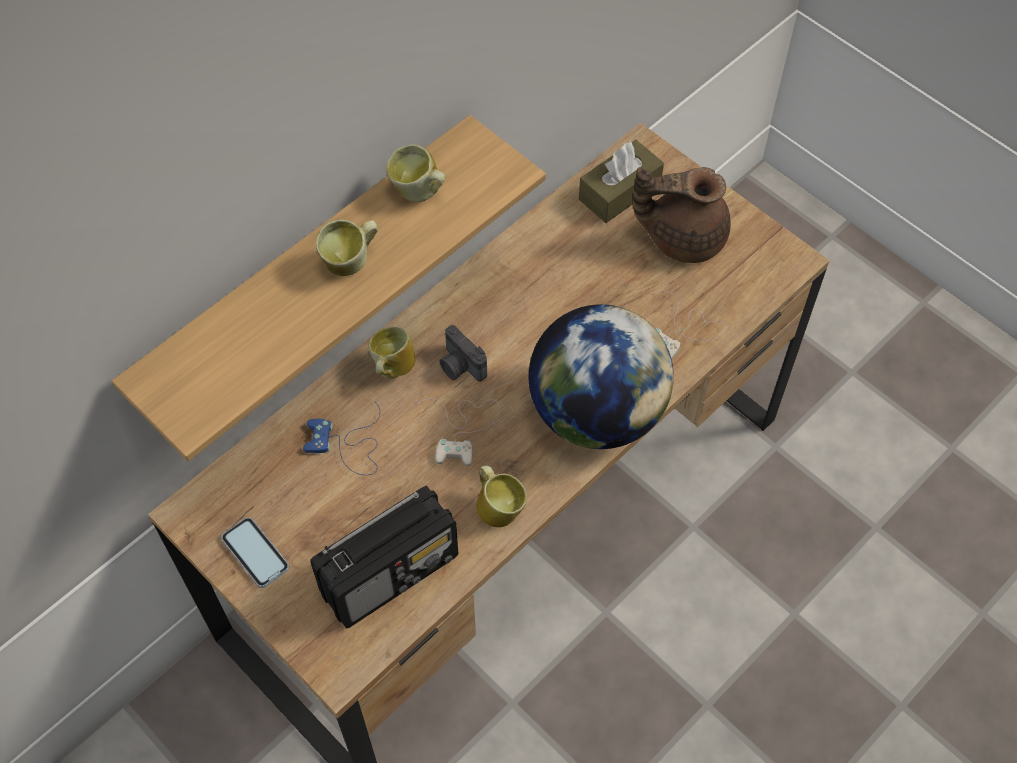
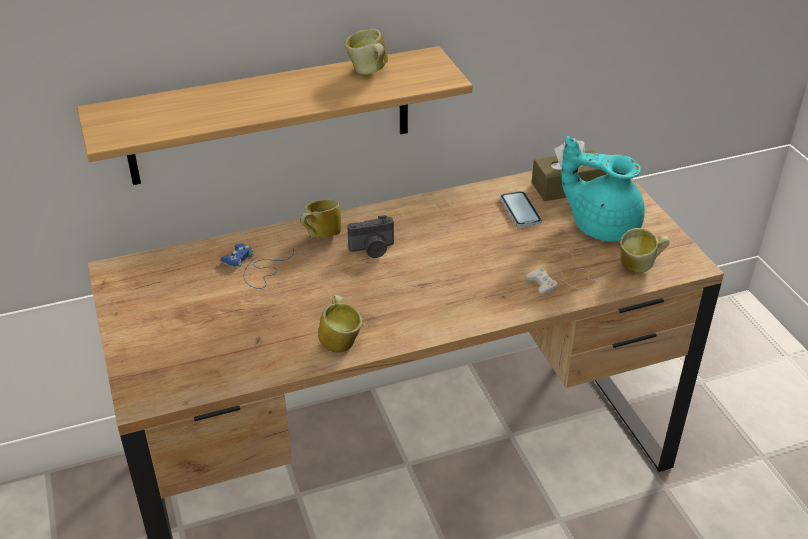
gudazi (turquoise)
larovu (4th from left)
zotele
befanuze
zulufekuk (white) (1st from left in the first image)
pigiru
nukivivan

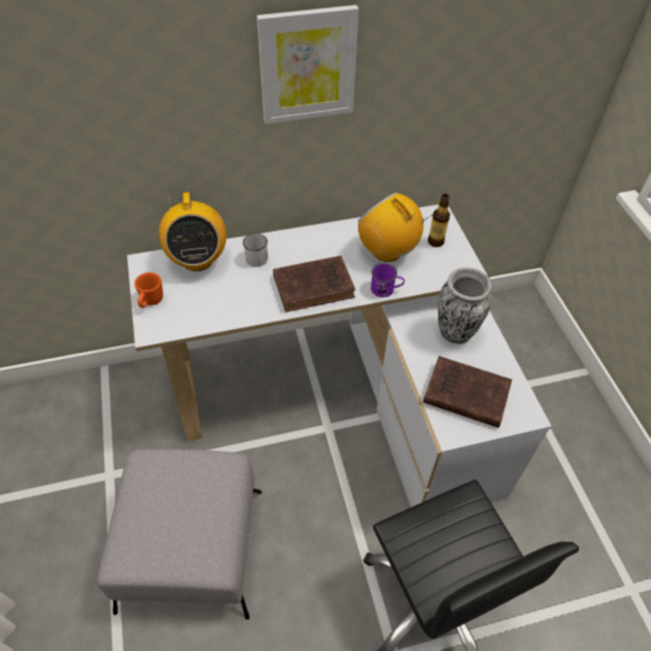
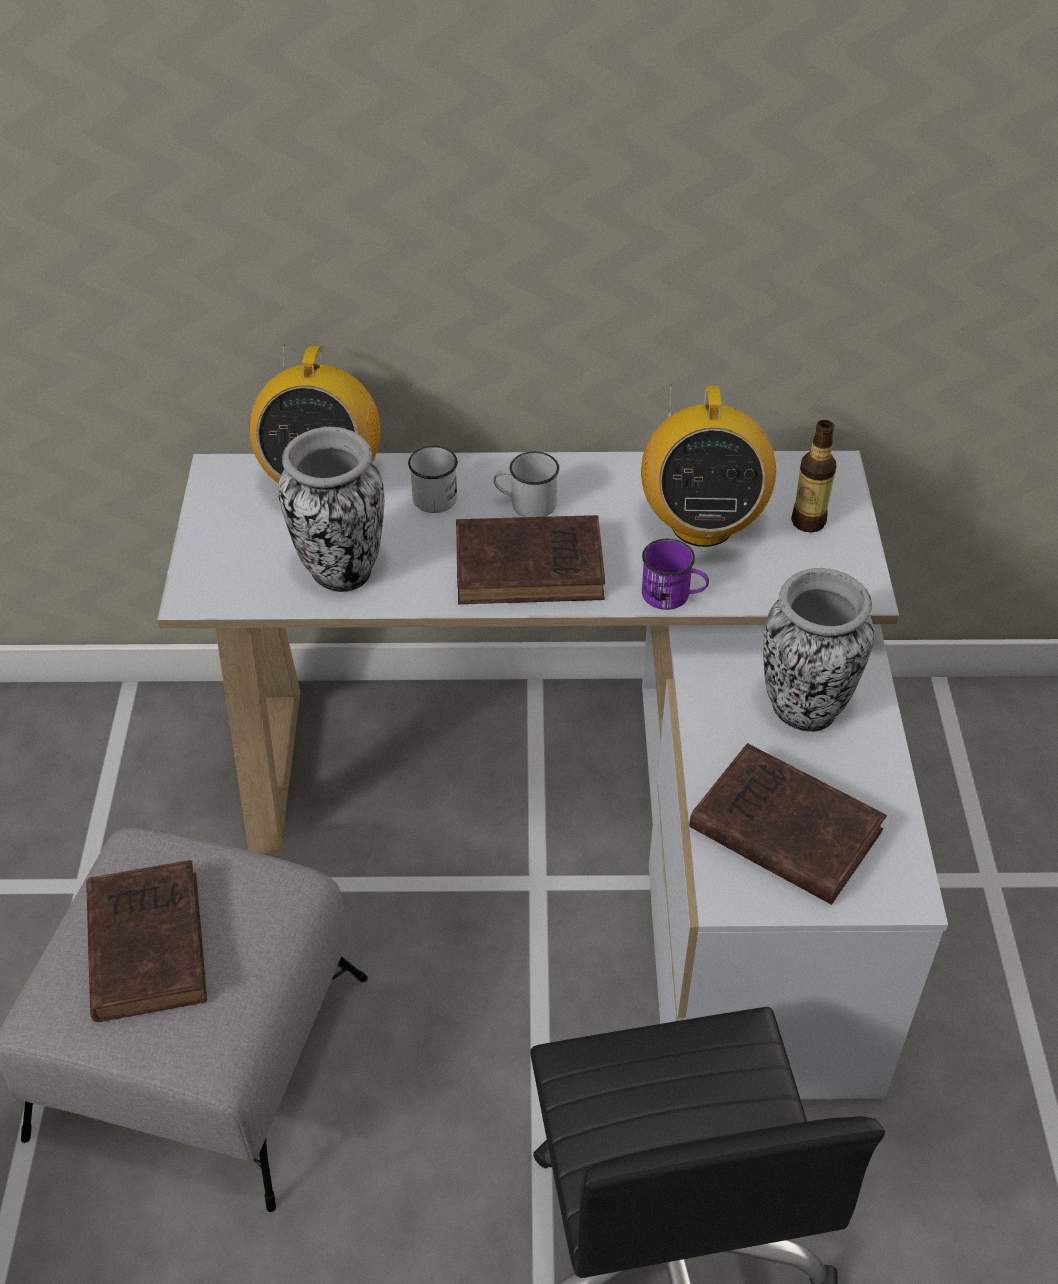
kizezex
pigiru (2nd from left)
larovu (orange)
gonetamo (1st from left)
larovu (white) (2nd from left)
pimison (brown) (1st from left)

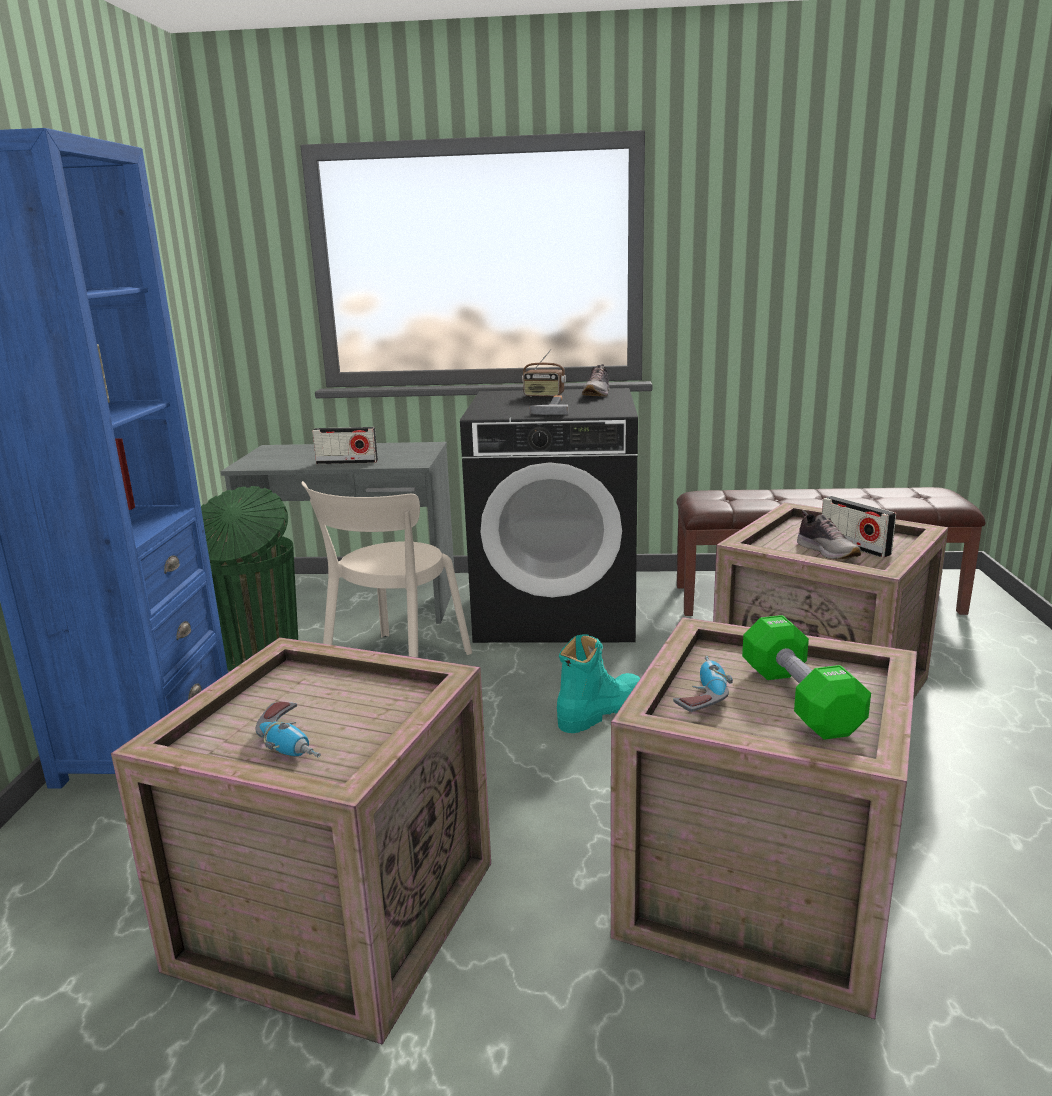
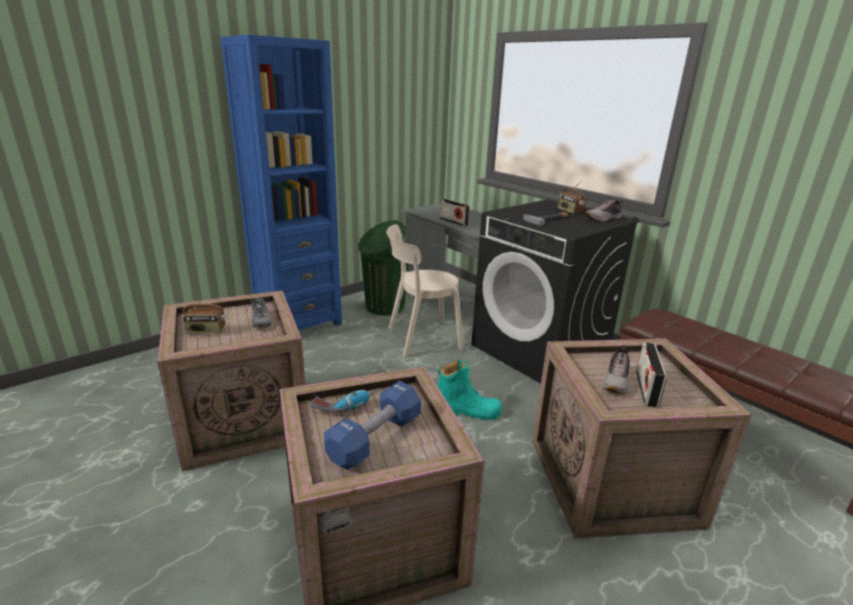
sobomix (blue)
pigiru (1st from left)
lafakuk (1st from left)

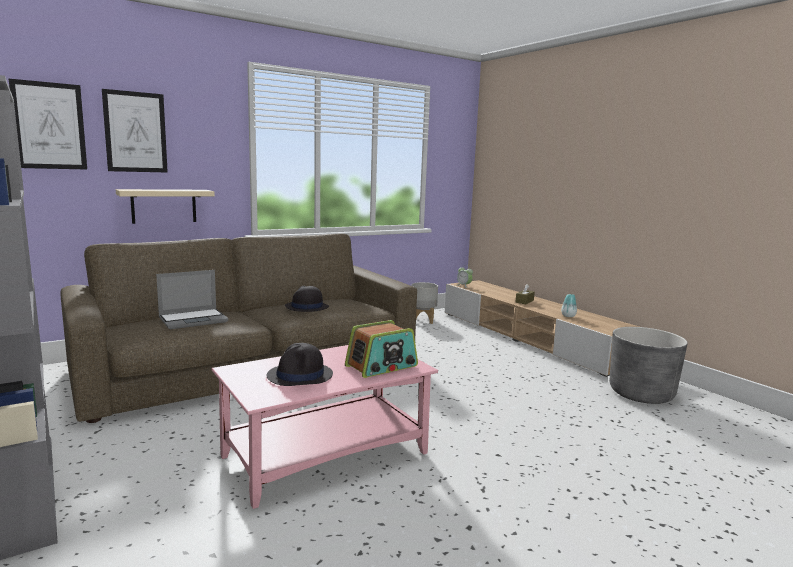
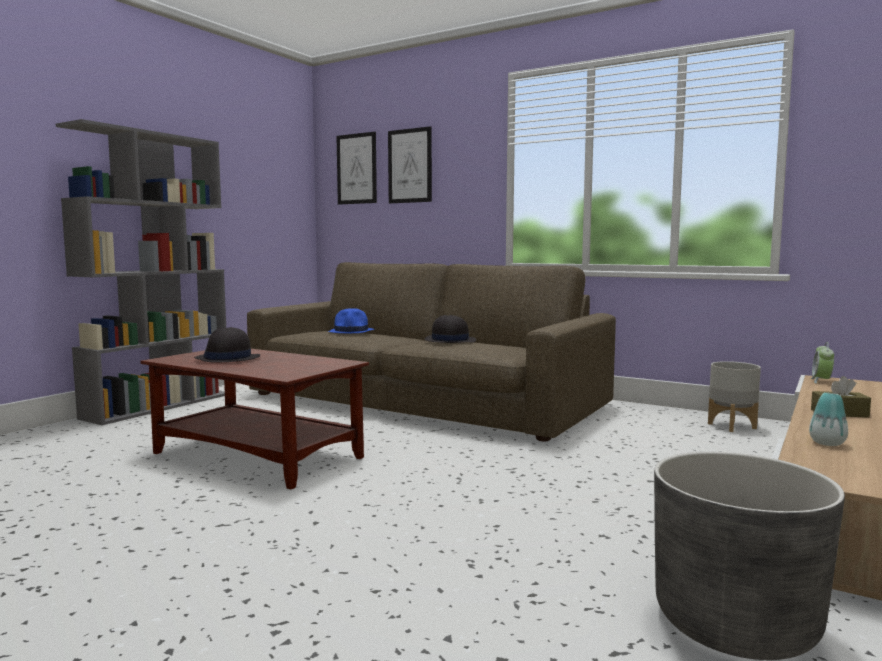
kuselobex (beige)
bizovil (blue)
pigiru
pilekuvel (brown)

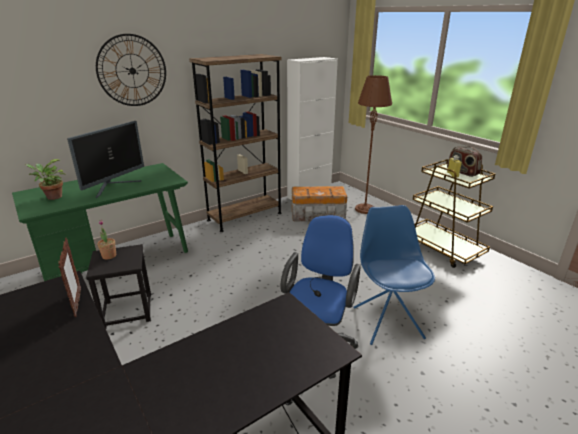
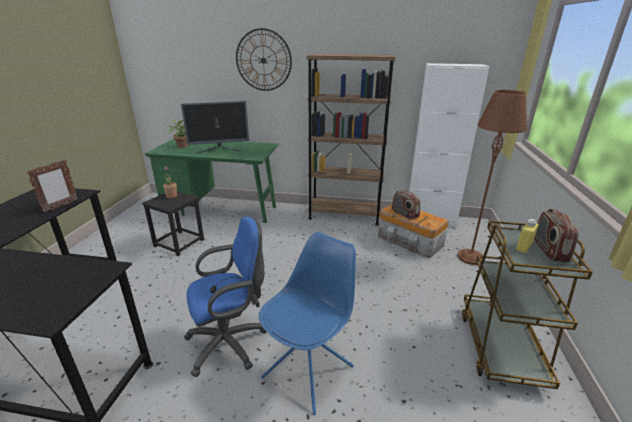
pigiru (1st from left)

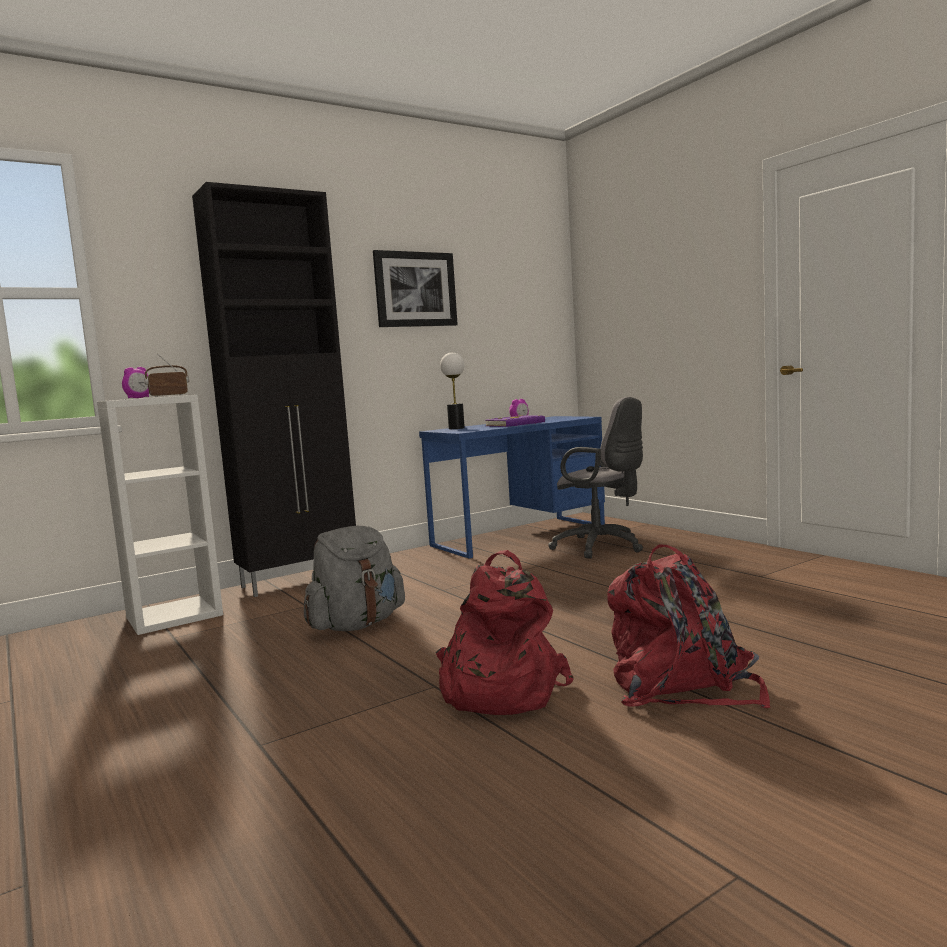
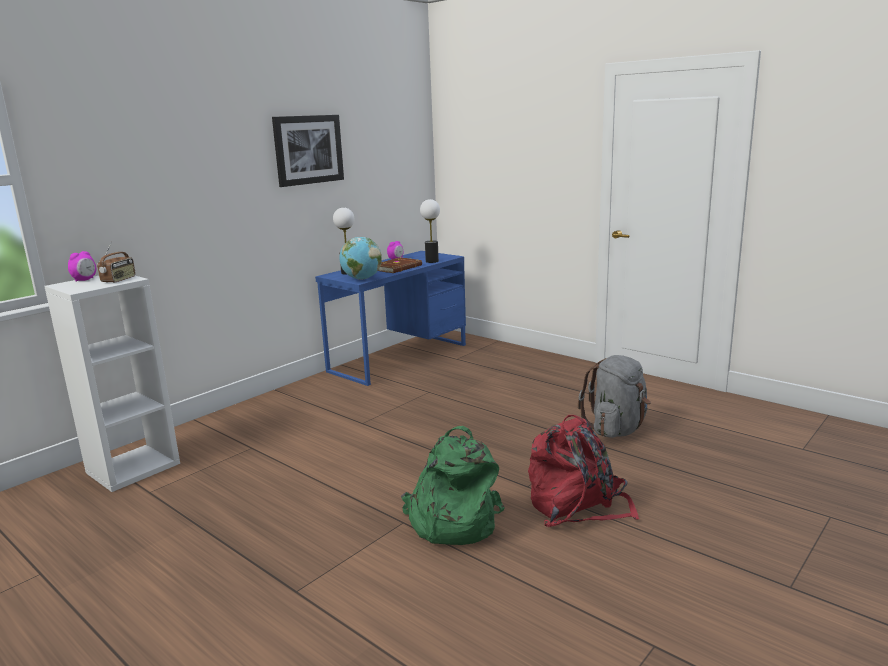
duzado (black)
pigiru
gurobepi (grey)
pimison (brown)
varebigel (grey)
varebigel (green)
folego (2nd from left)
zotele

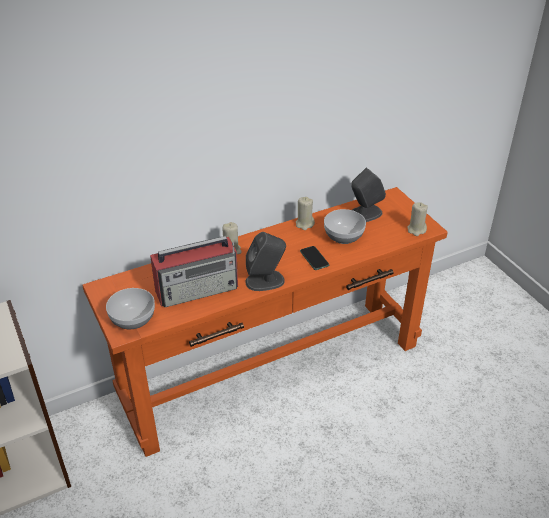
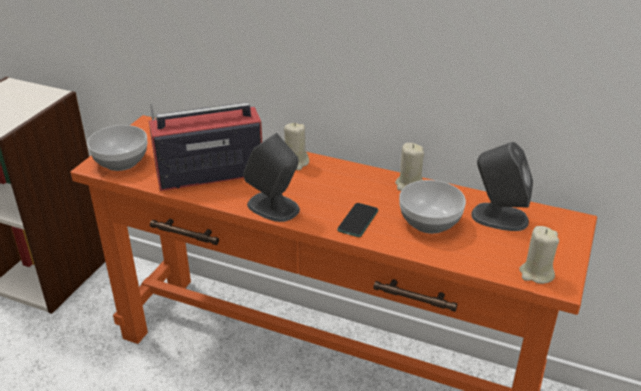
pigiru

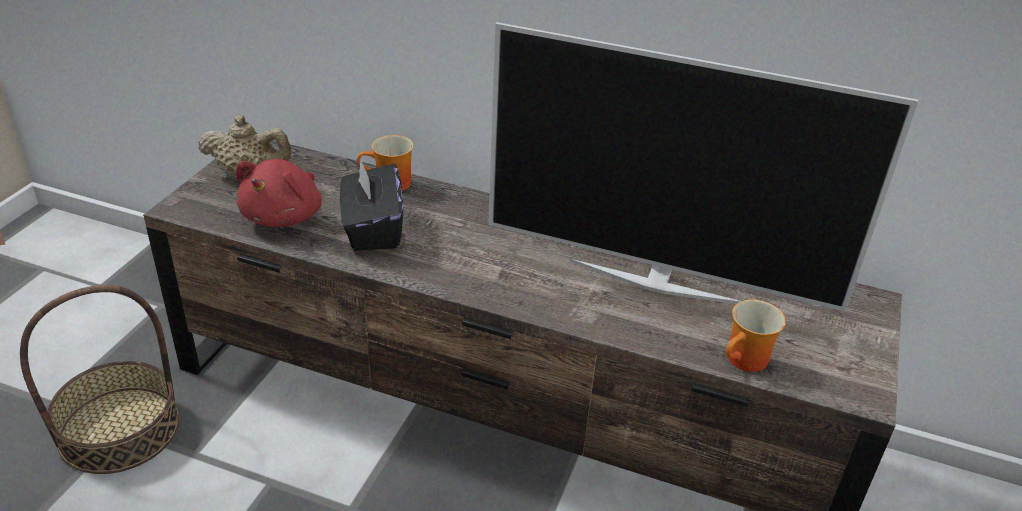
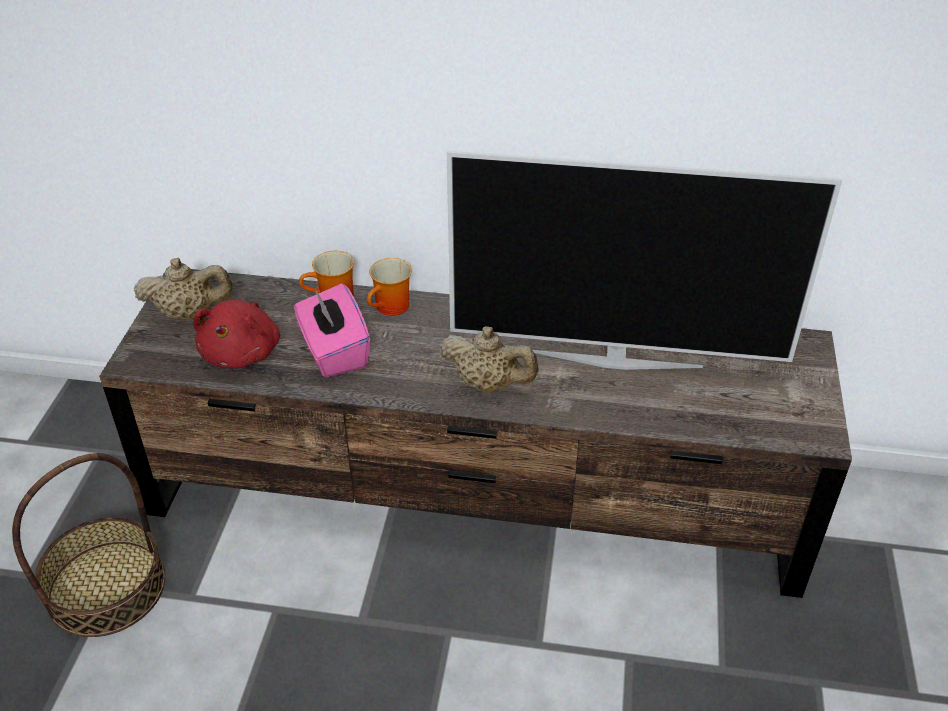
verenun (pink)
larovu (2nd from left)
gudazi (beige) (2nd from left)

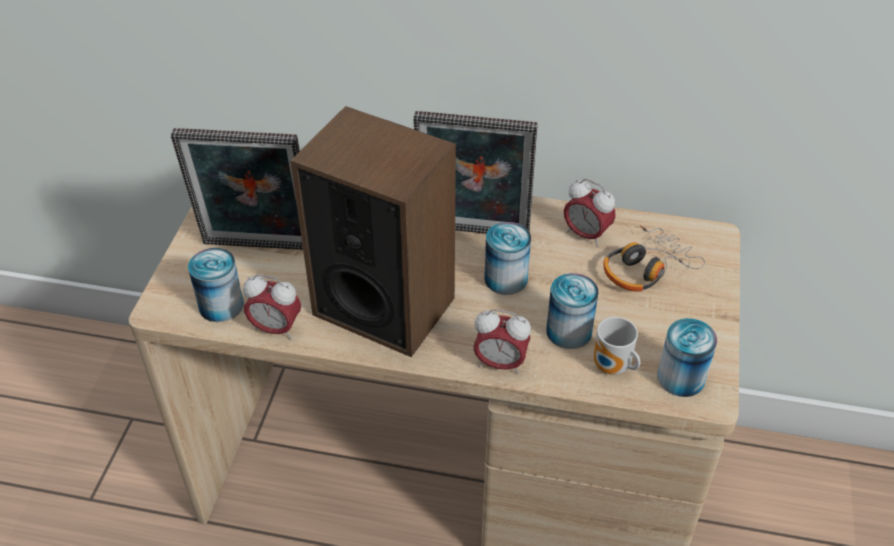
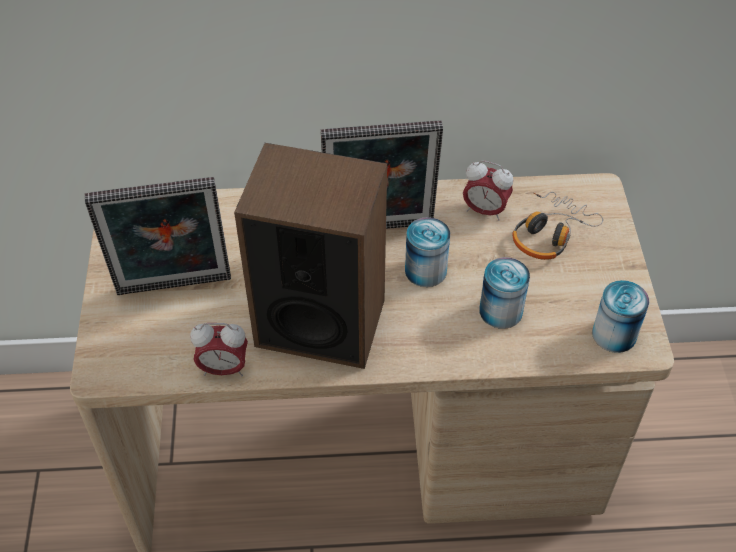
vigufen (1st from left in the first image)
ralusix (2nd from left in the first image)
larovu

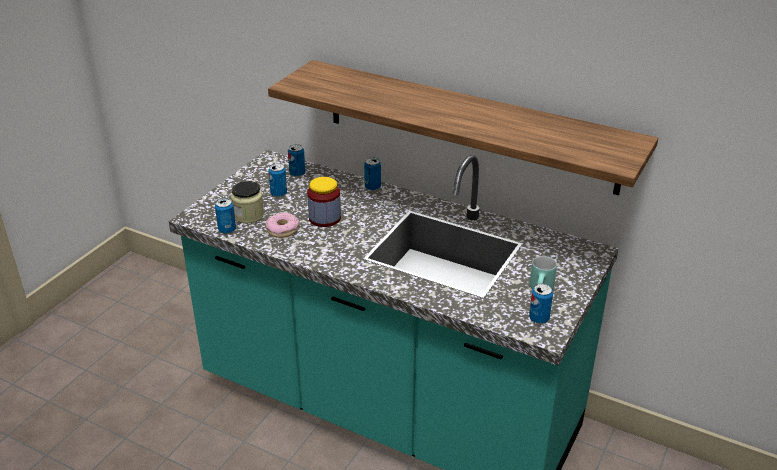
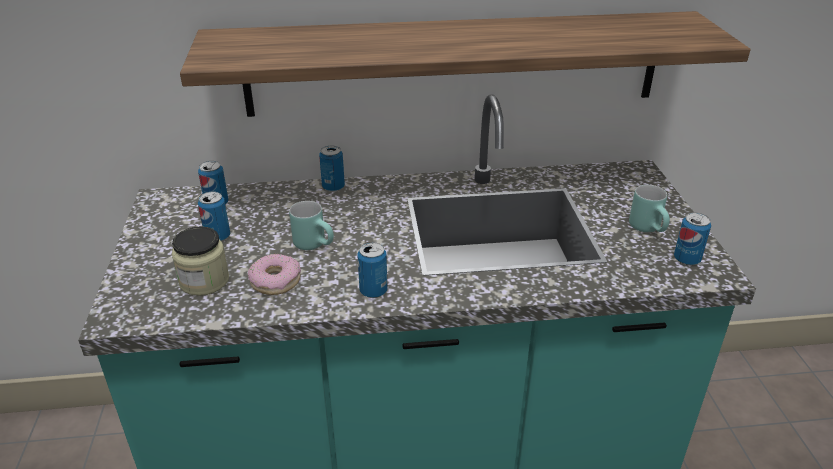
larovu (turquoise) (1st from left)
vigufen (4th from left)

